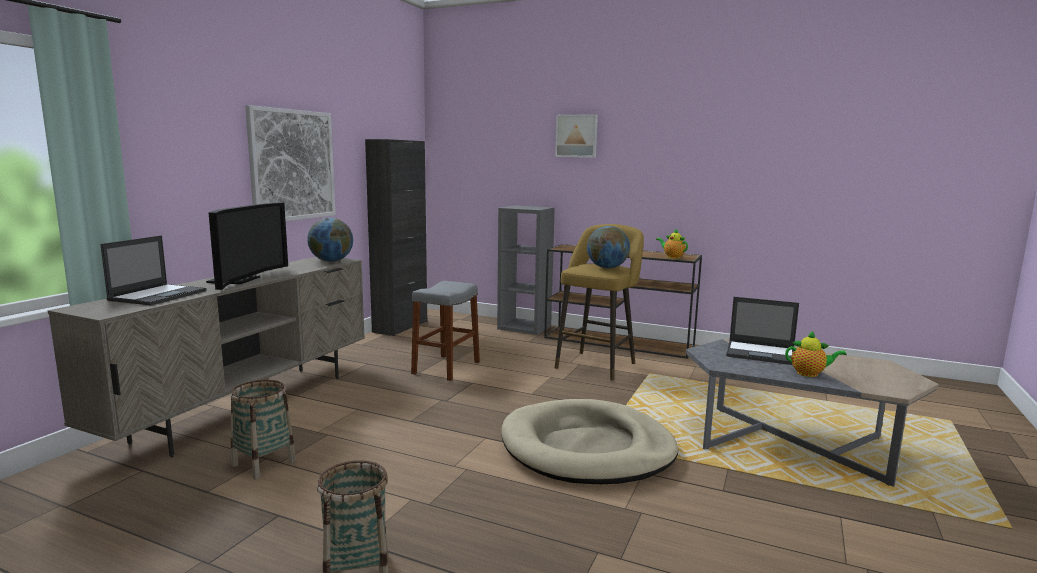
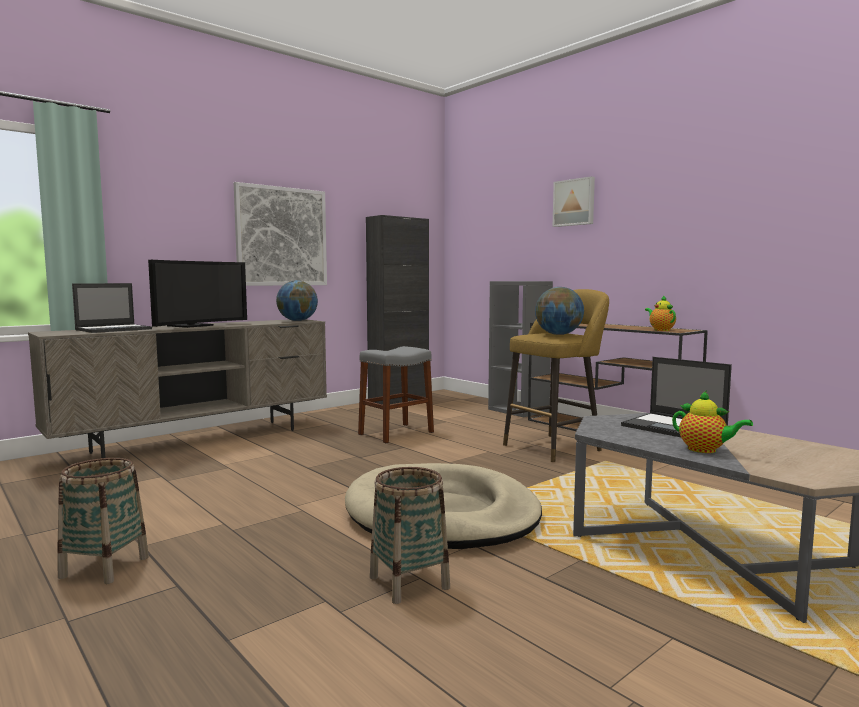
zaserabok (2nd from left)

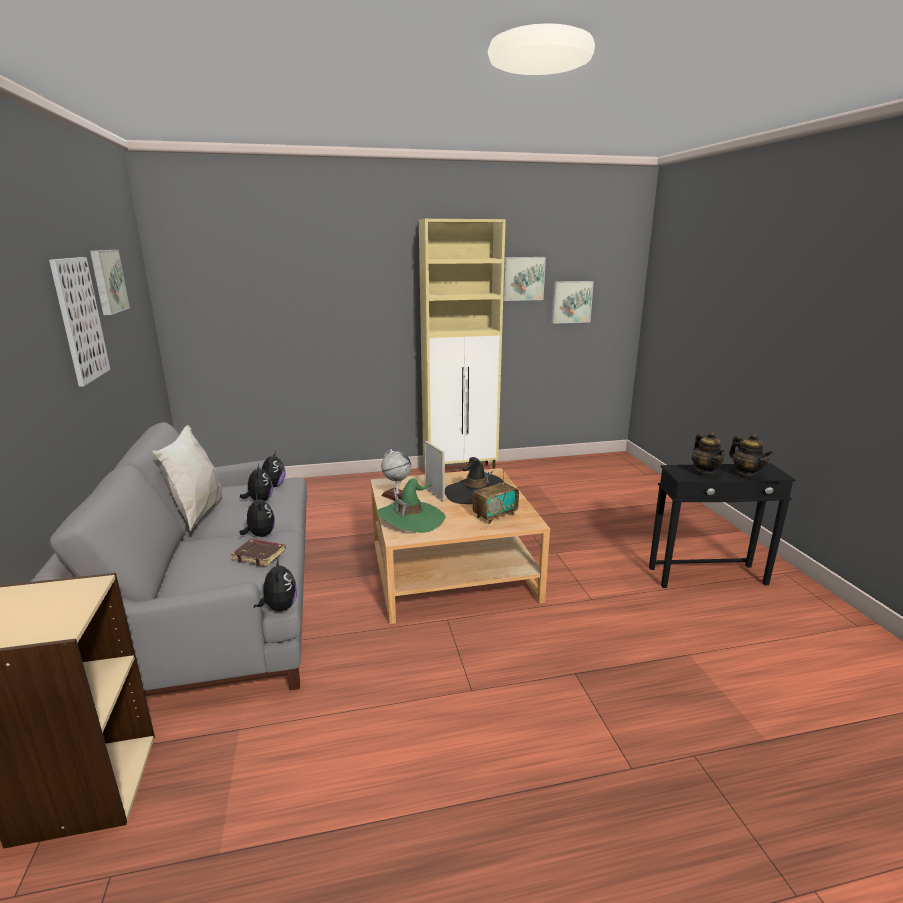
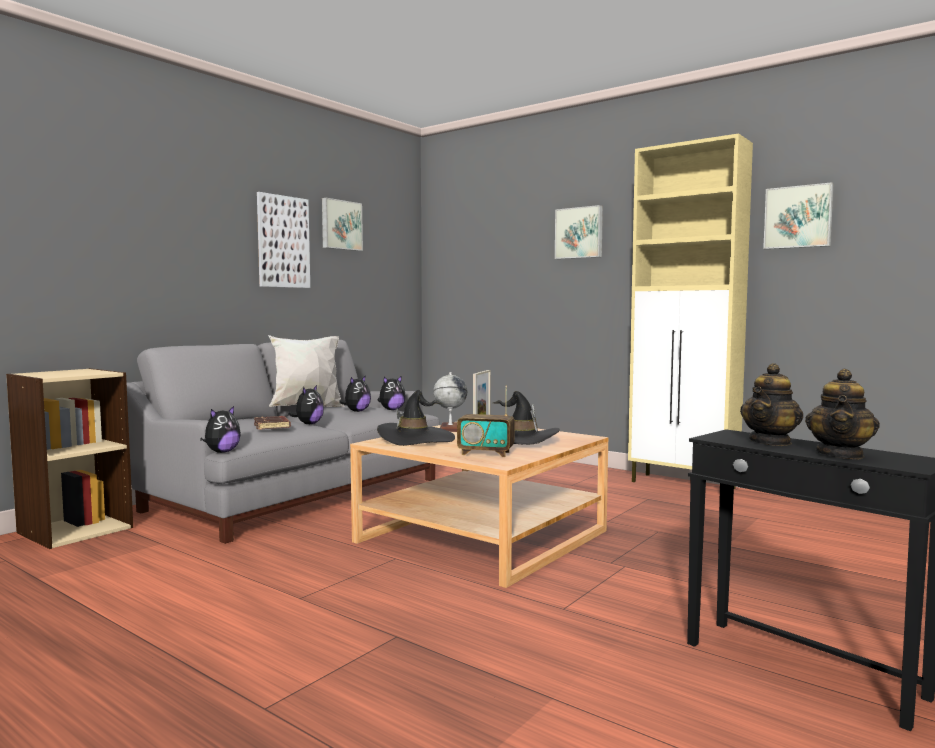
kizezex (3rd from left)
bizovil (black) (1st from left)

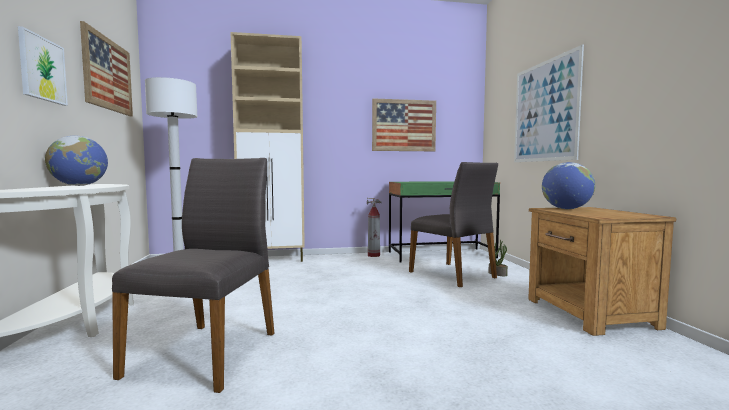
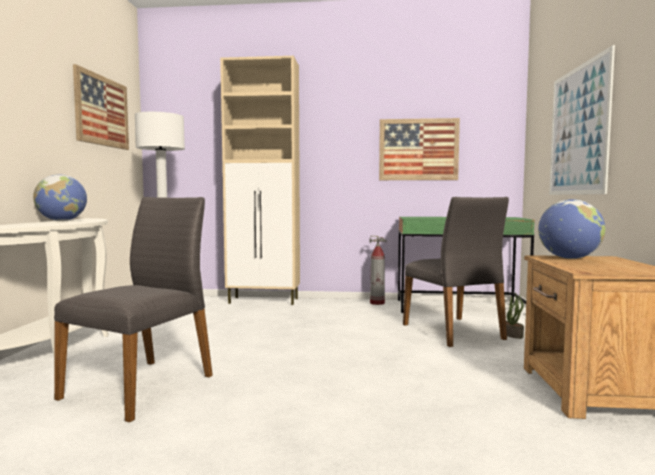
kizezex (1st from left in the first image)

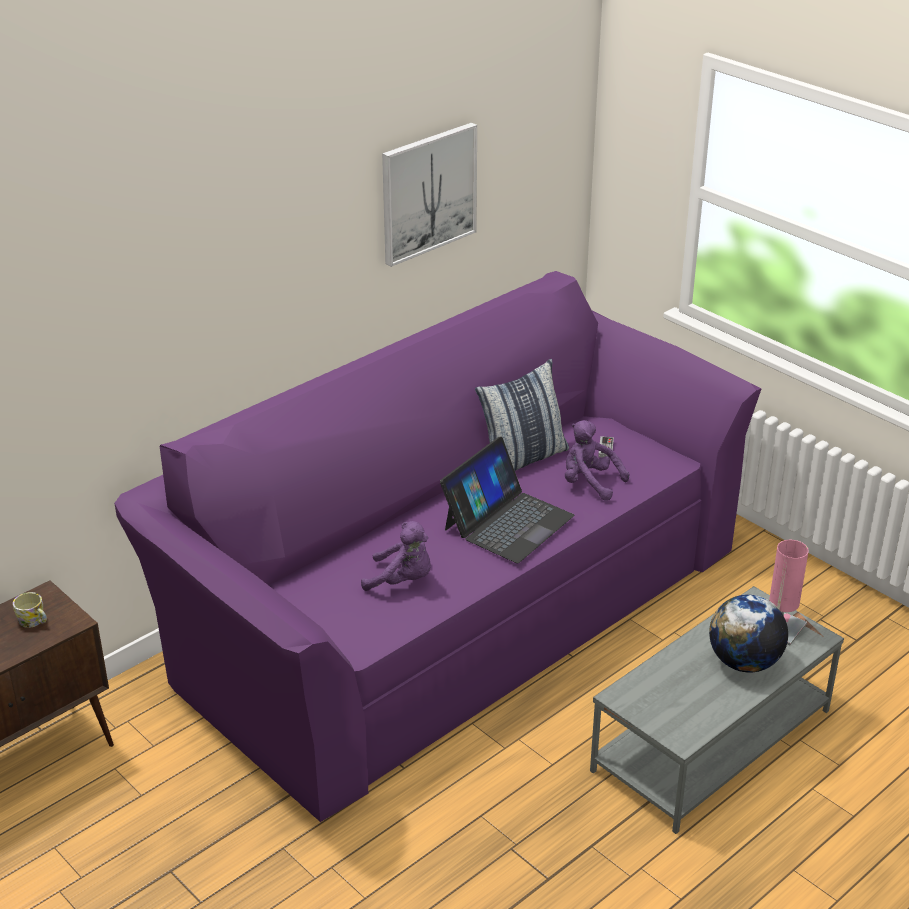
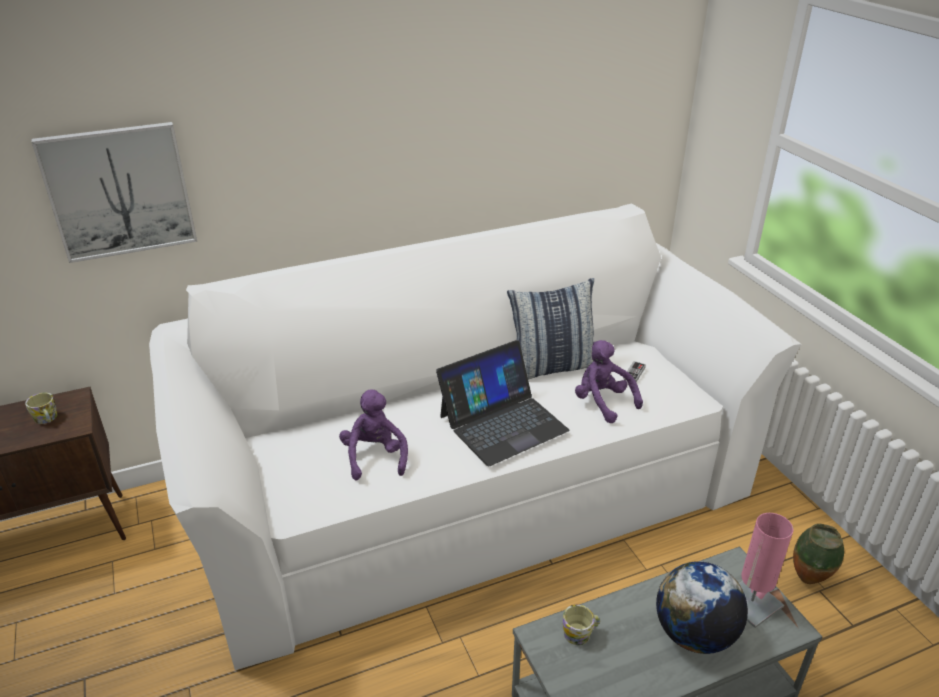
kizezex
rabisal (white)
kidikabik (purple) (1st from left)
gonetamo
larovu (2nd from left)

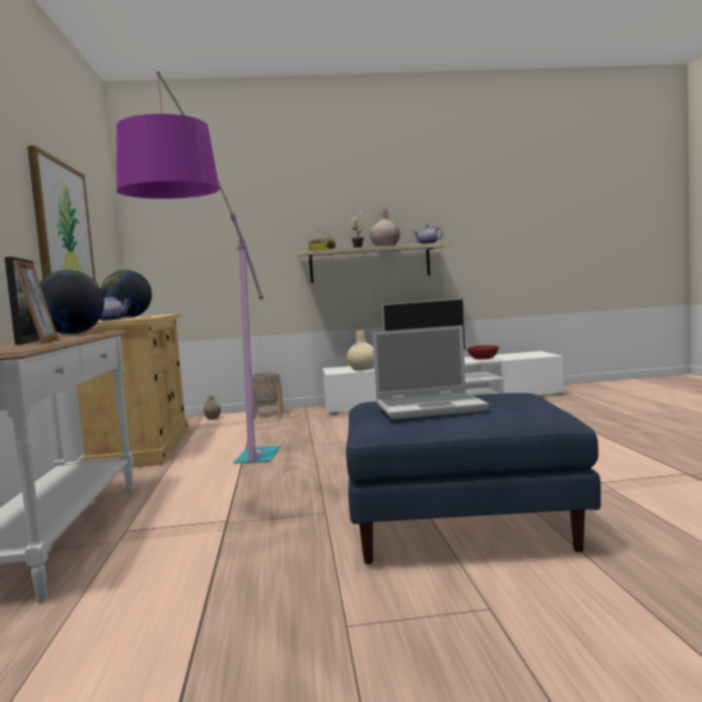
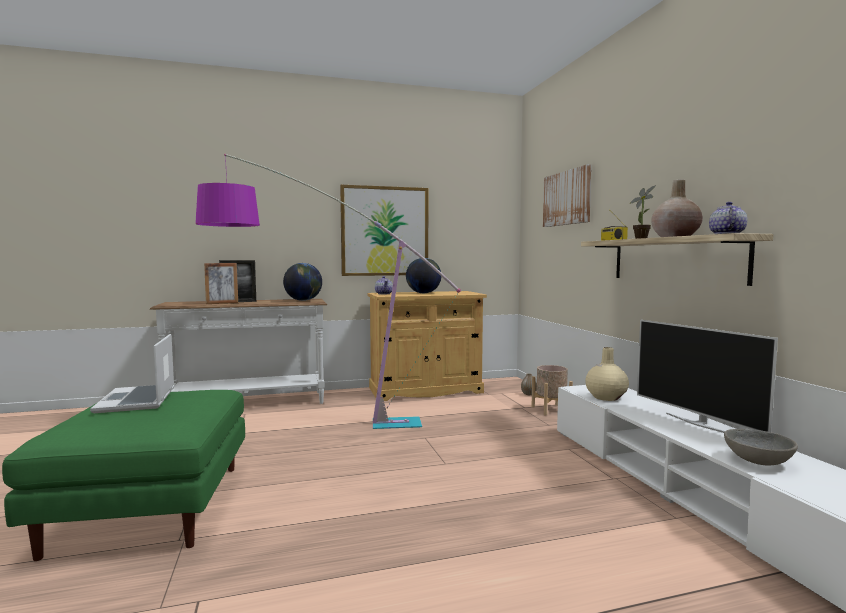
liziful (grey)
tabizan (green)
kizezex (2nd from left)

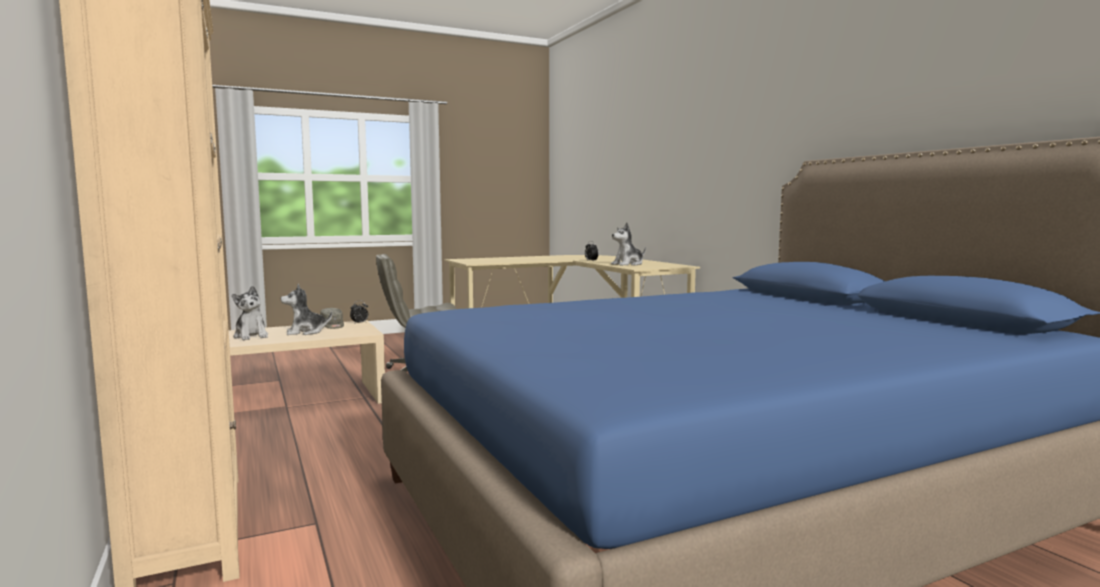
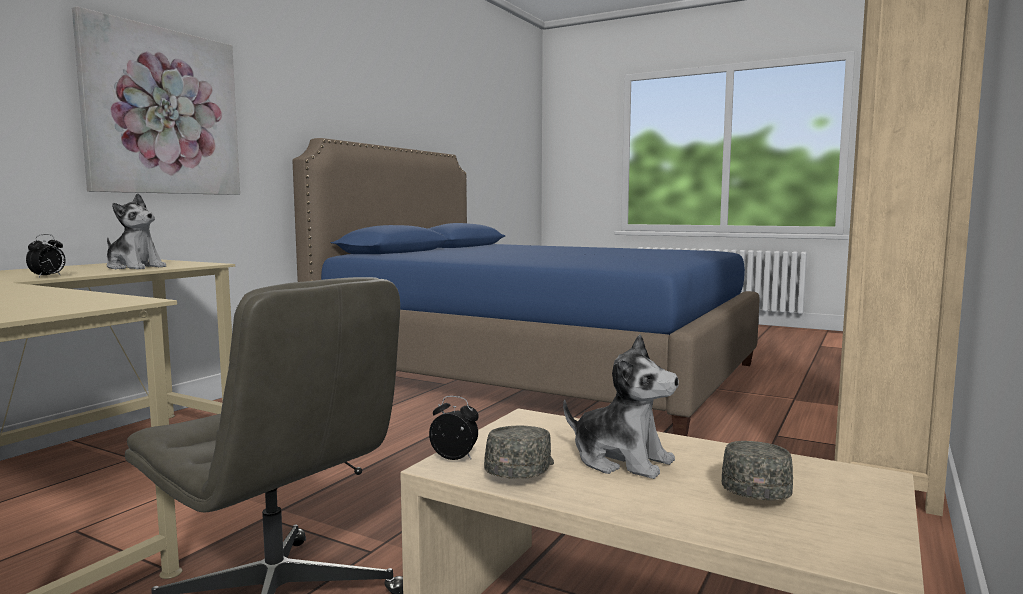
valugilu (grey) (2nd from left)
kizezex

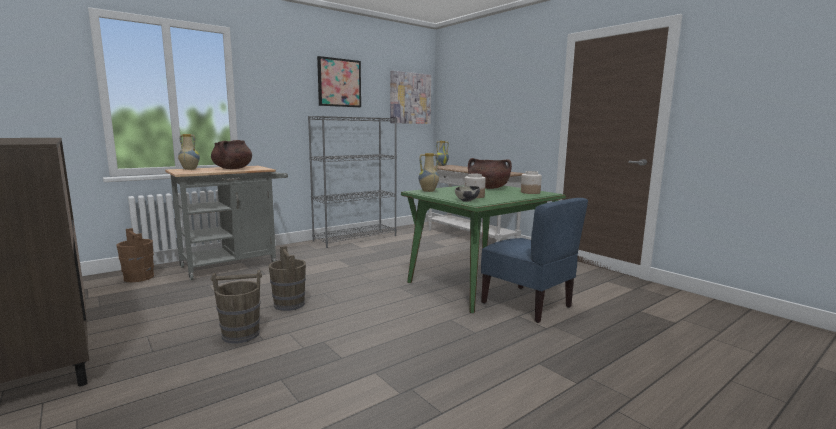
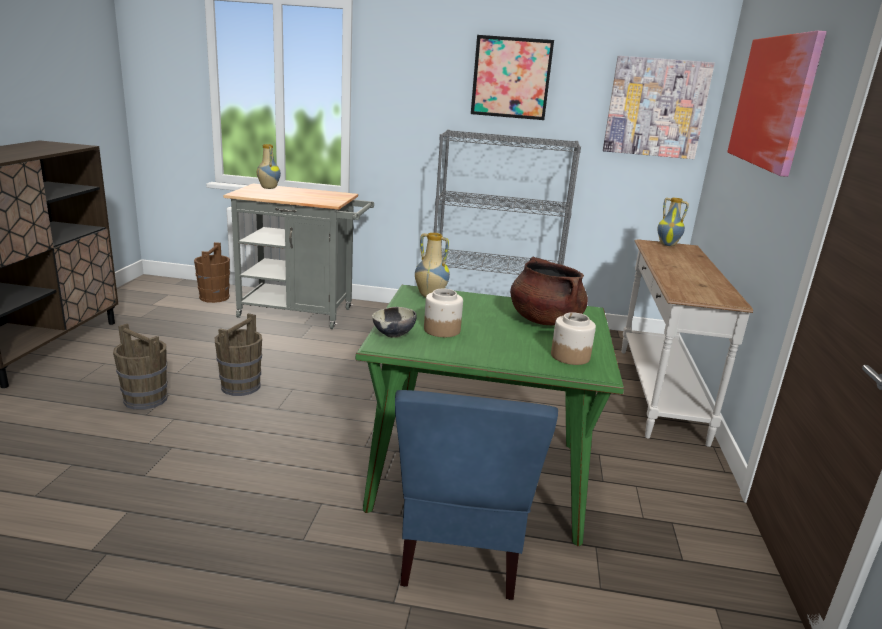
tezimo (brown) (1st from left in the first image)
kizezex (3rd from left)

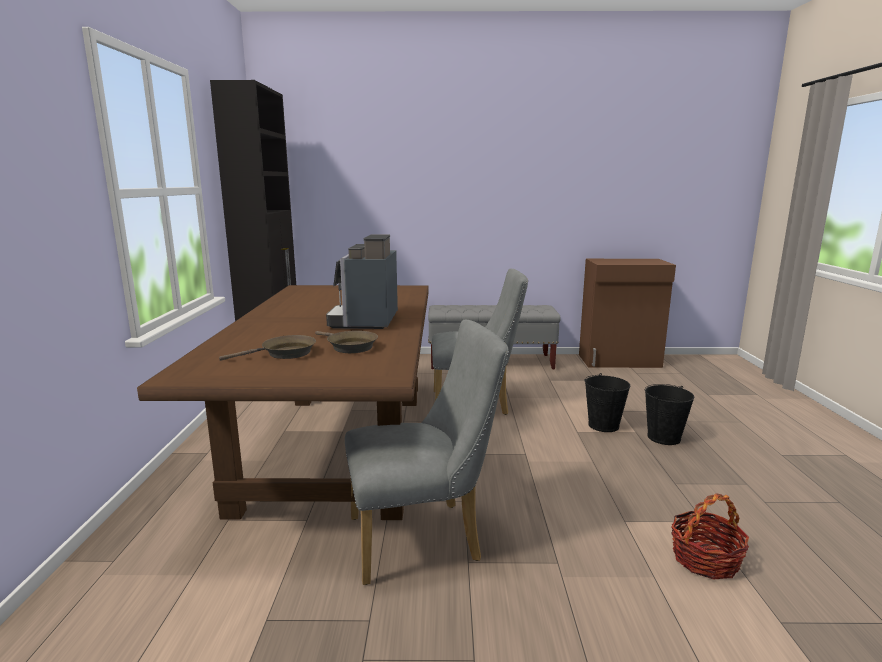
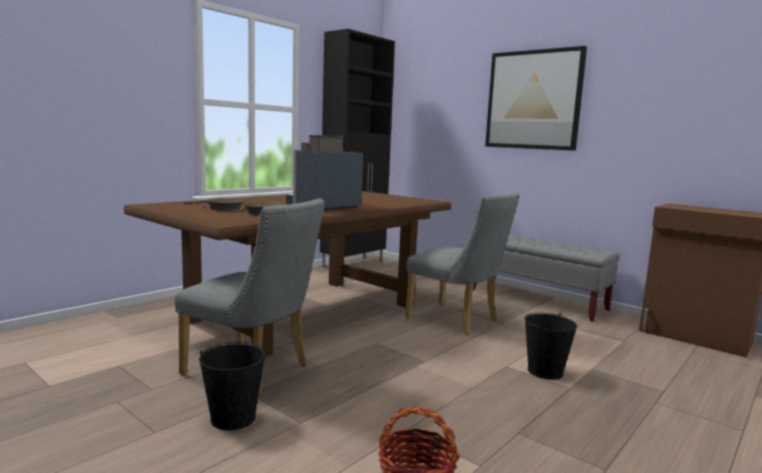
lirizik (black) (1st from left)
kizezex

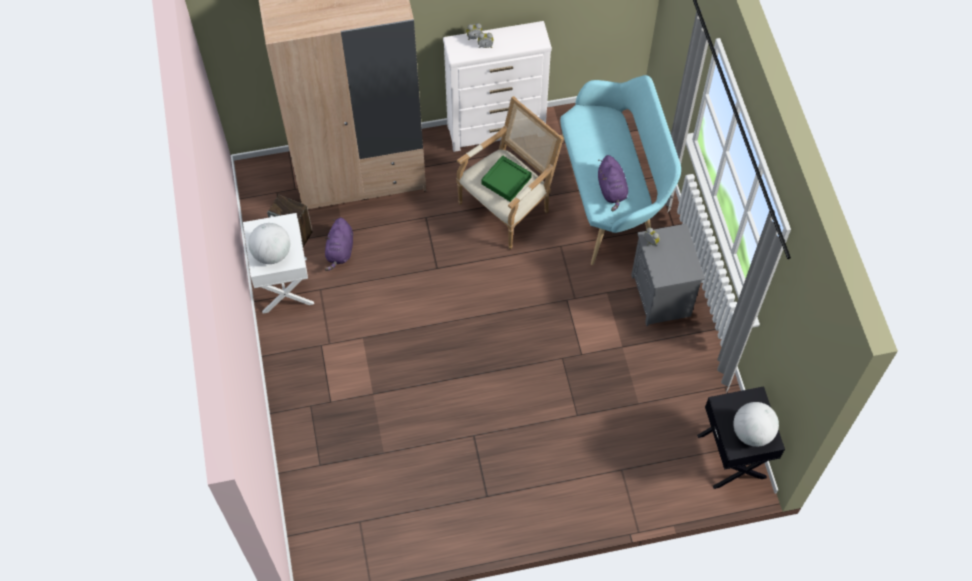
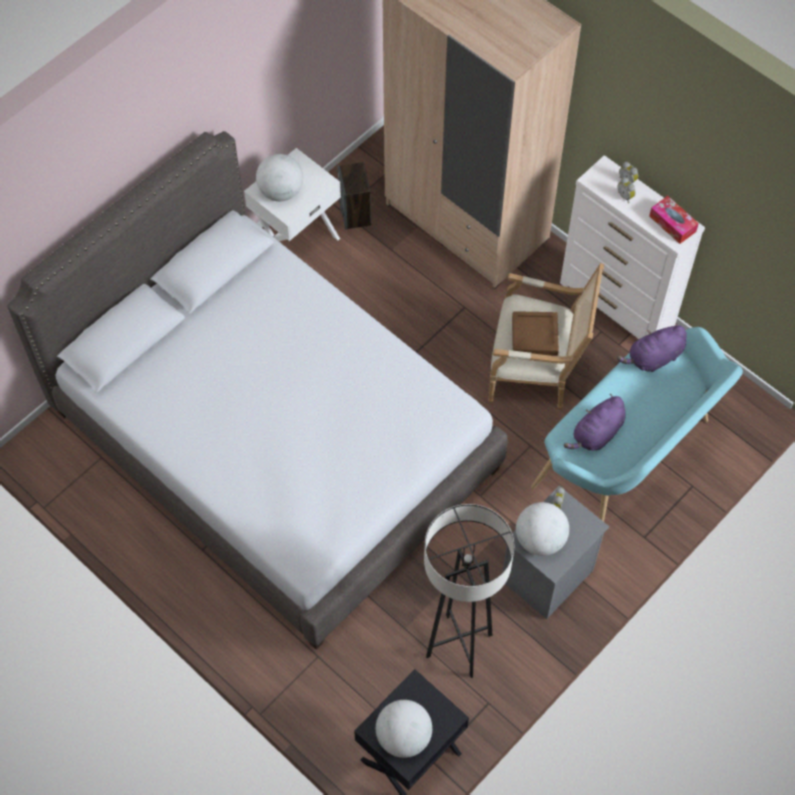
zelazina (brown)
kidikabik (purple) (2nd from left)
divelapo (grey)
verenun
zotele (3rd from left)
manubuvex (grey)

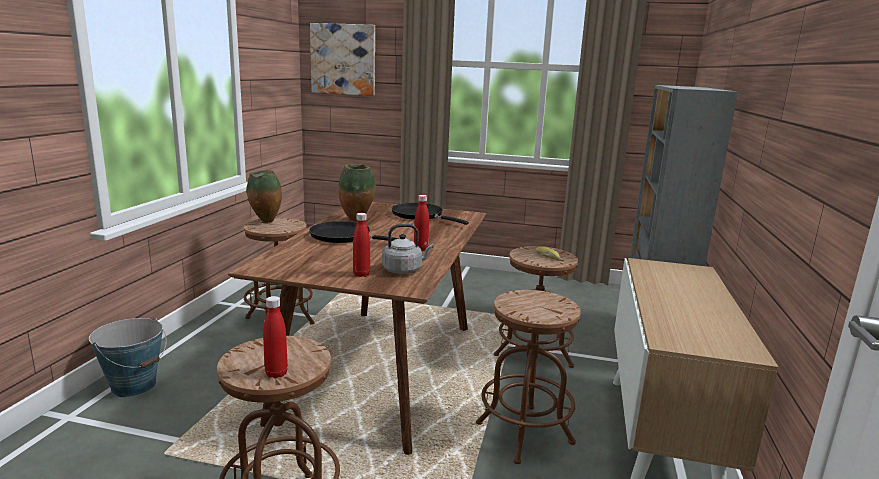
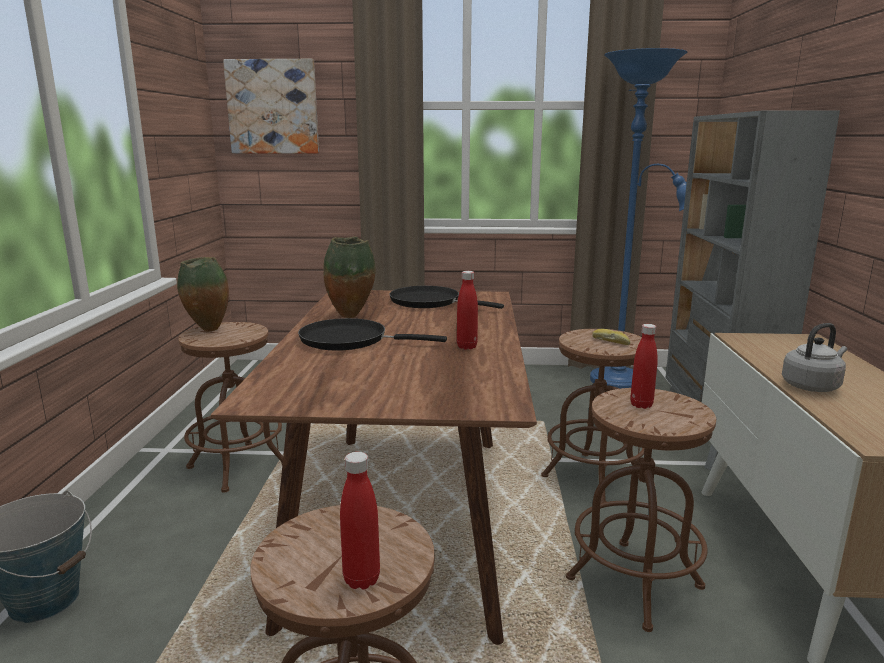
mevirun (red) (3rd from left)
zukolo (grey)
manubuvex (blue)

